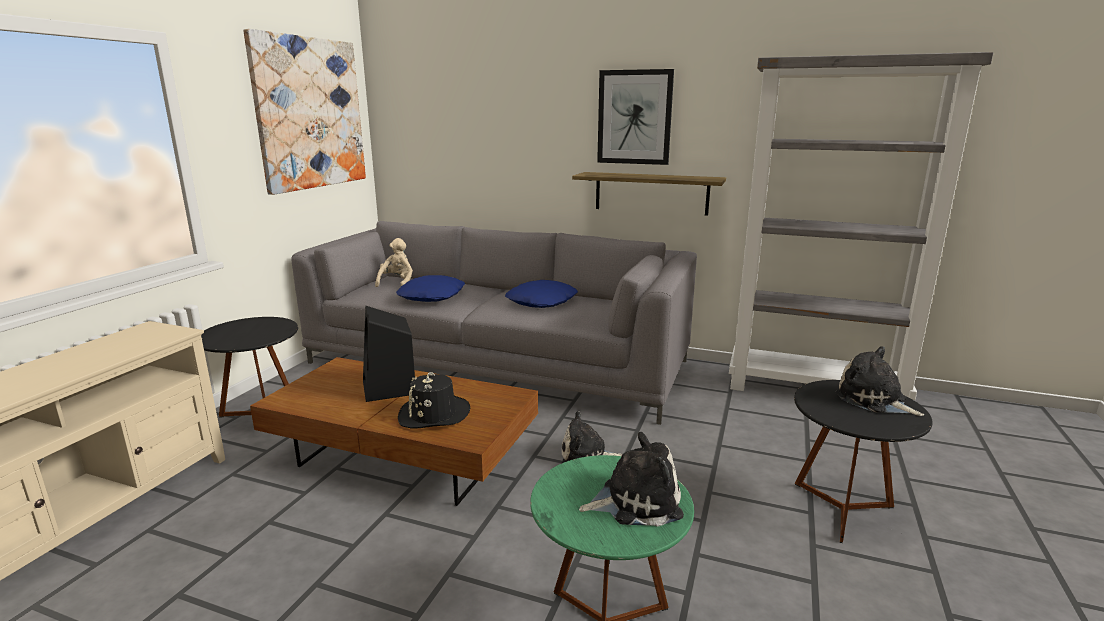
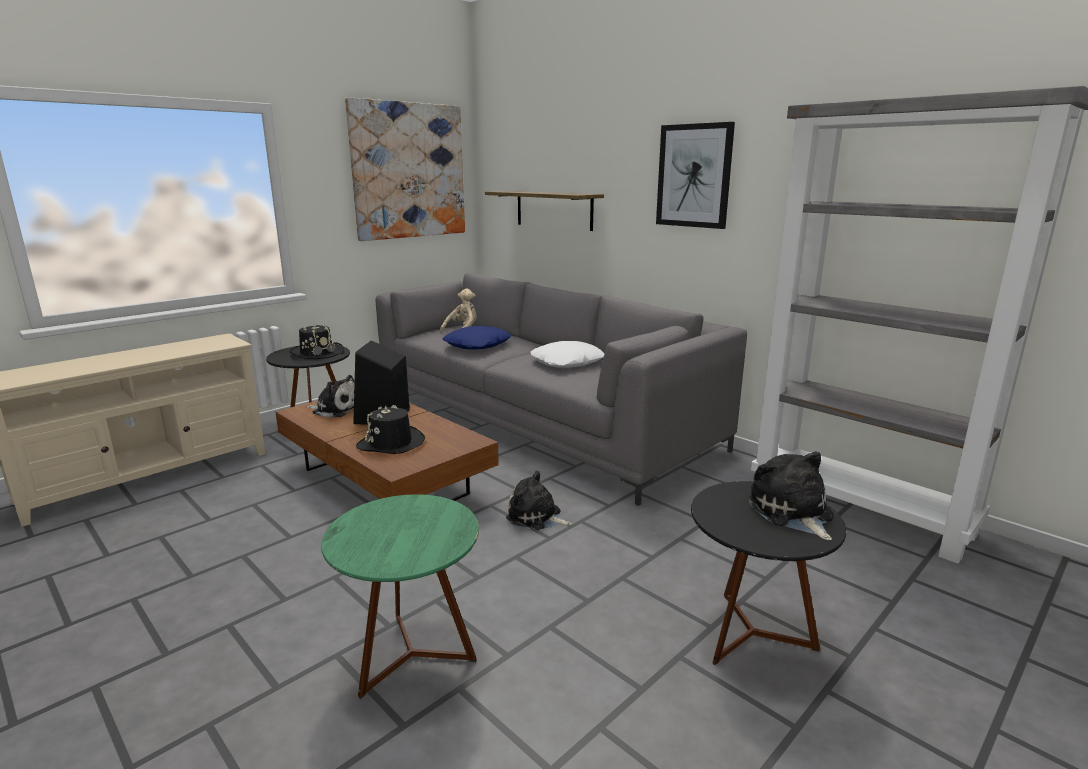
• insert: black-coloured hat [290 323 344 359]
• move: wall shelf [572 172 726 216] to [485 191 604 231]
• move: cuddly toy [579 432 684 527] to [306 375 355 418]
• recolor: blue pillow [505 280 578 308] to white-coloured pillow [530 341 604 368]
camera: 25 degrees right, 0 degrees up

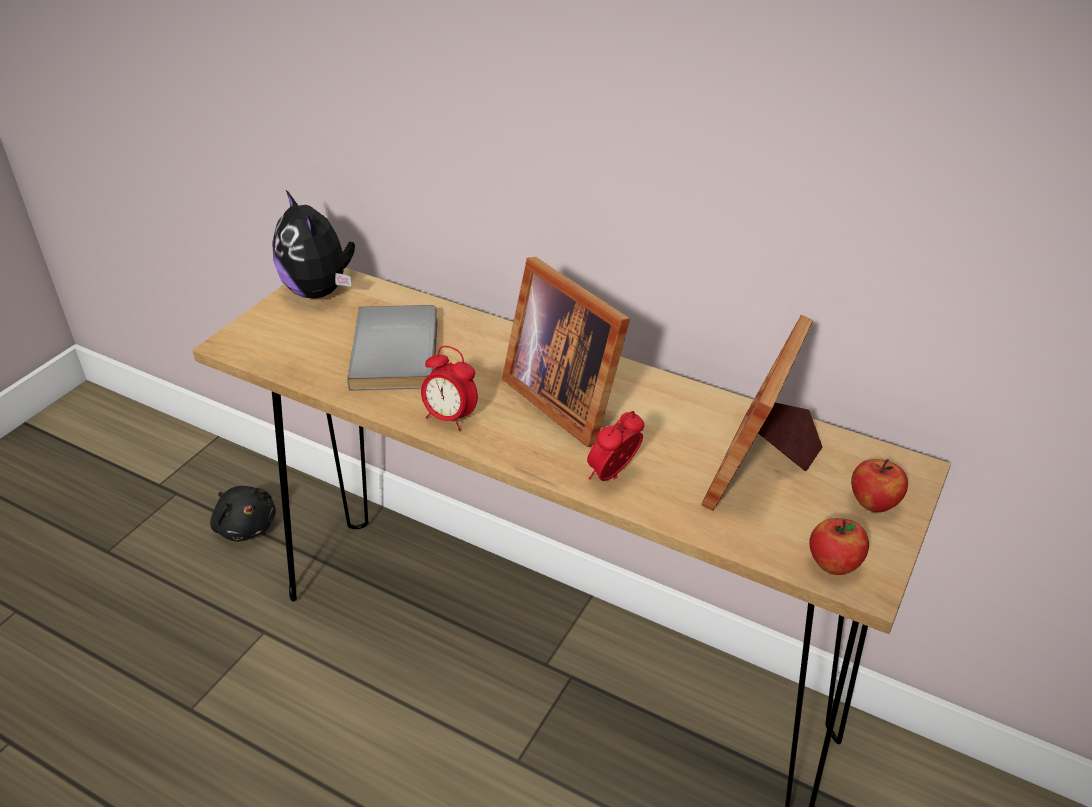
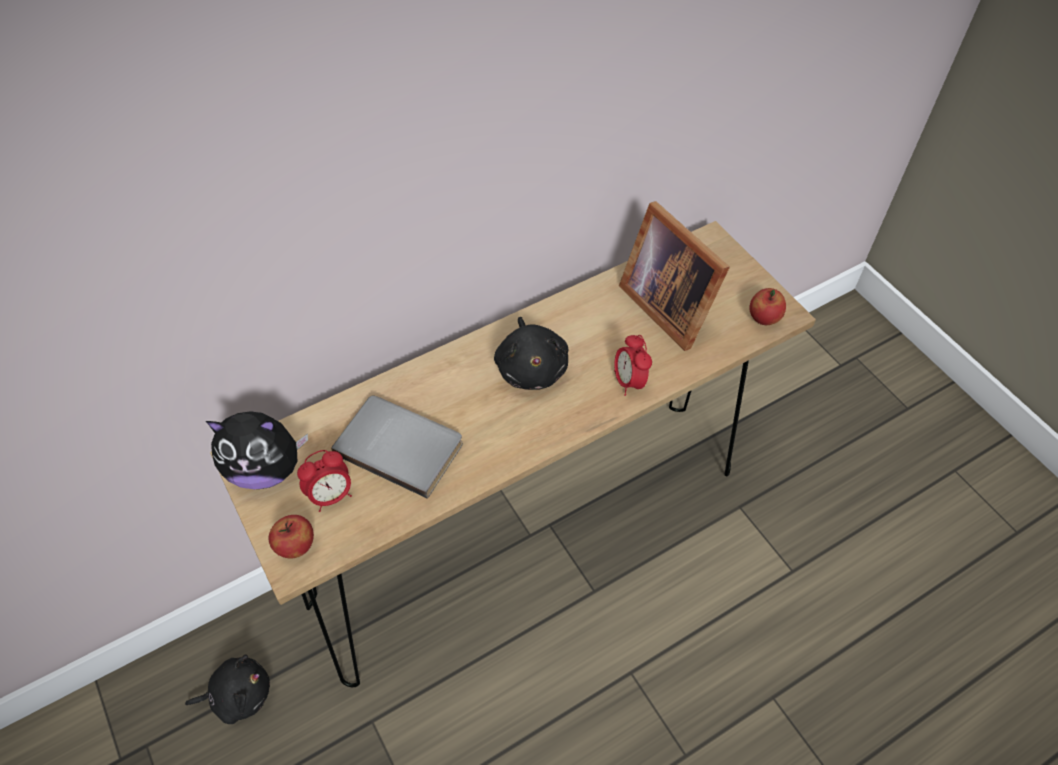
• move: table clock [421 346 478 431] to [297 450 352 512]
• move: whole apple [851 459 908 512] to [269 515 314 558]
• replace: standing frame [502 257 630 447] to black-coloured cuddly toy [494 317 568 390]
camera: 60 degrees left, 15 degrees up

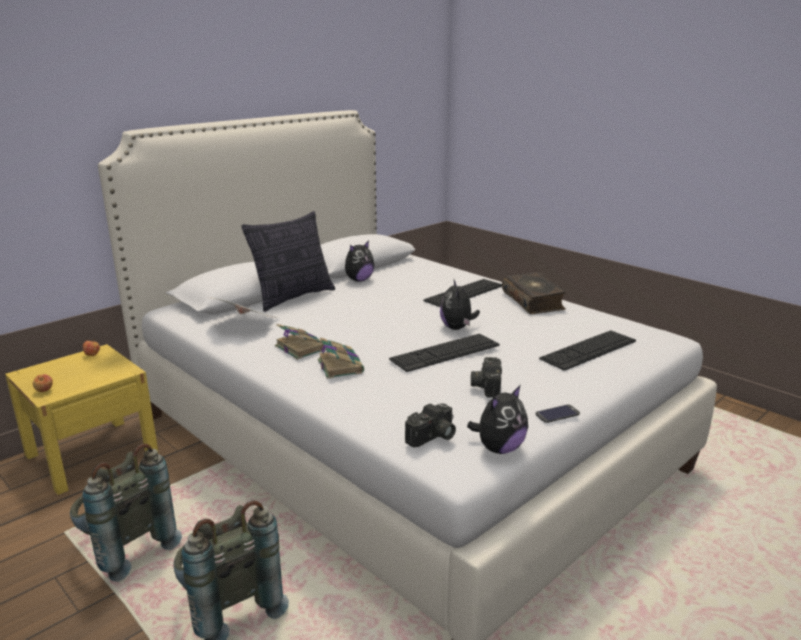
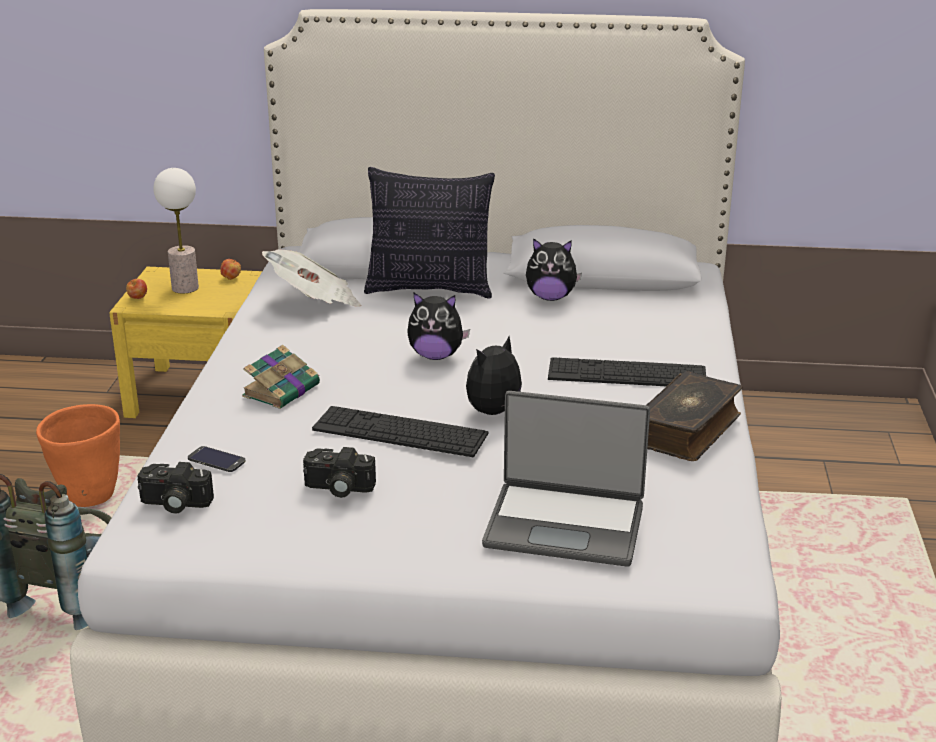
• delete: volume [275 324 326 360]
• insert: table lamp [153 168 199 293]
• move: cuddly toy [467 386 528 454] to [407 292 470 360]
• move: telephone [536 405 580 423] to [188 446 246 472]
• replace: greyish backpack [70 444 182 582] to orangey flower pot [36 404 120 507]
• replace: PC keyboard [539 330 636 371] to laptop [482 391 650 567]
• rotate: photo camera [471 357 502 398] = [303 447 376 498] 135 degrees counterclockwise
camera: 50 degrees right, 5 degrees up

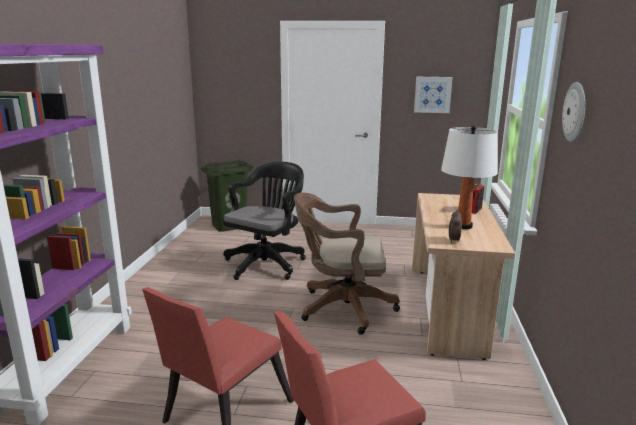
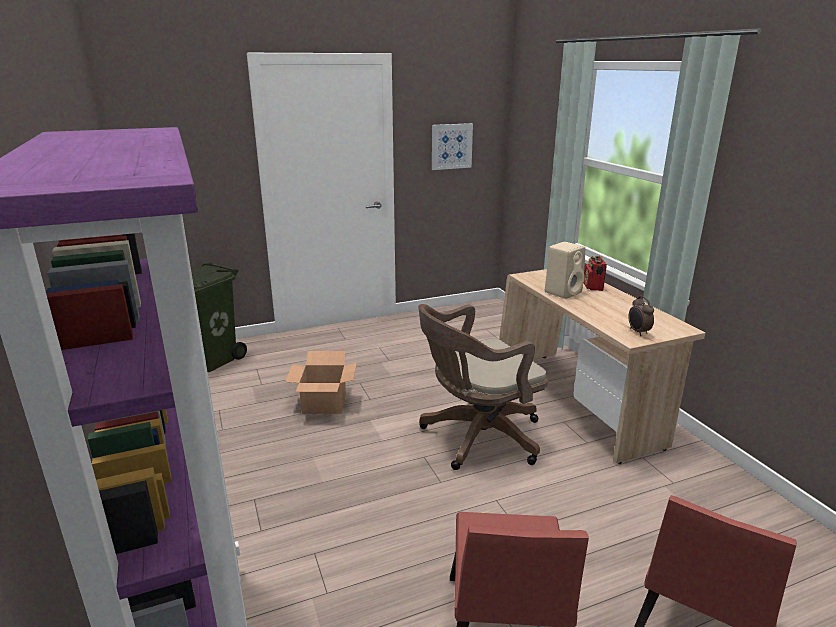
• delete: white-coloured table lamp [441 125 498 229]
• delete: clock on the wall [562 82 585 142]
• insert: sand-coloured speaker [545 242 585 299]
• replace: black-coloured computer chair [223 162 306 280] to packing box [285 351 357 414]
camera: 30 degrees left, 5 degrees up

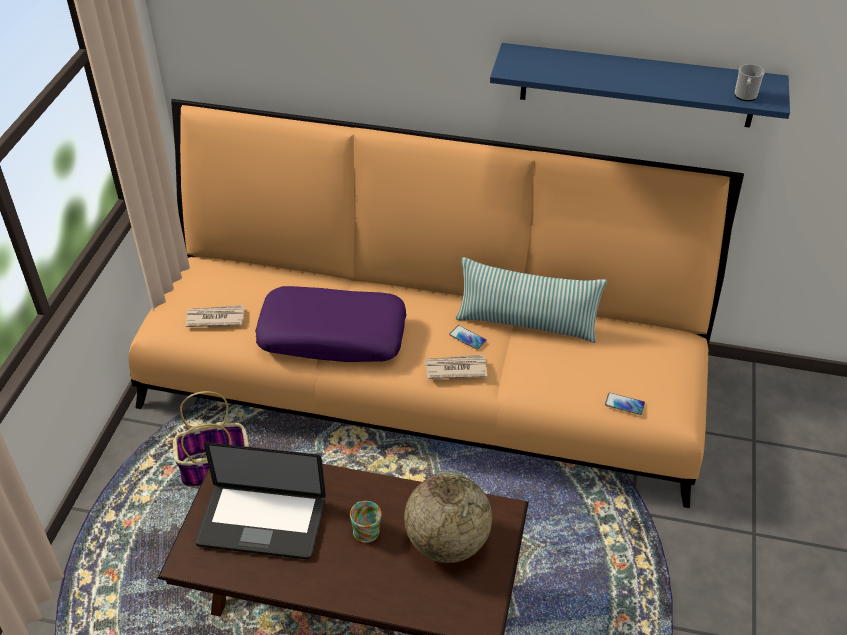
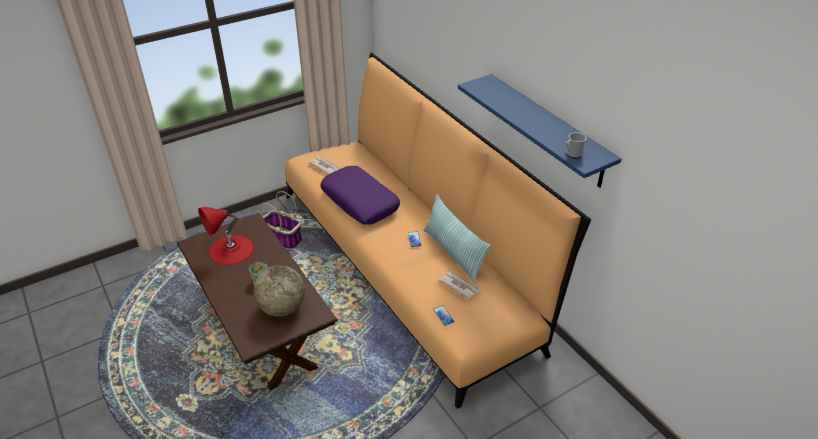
• move: printed paper [425 354 487 379] to [439 272 480 300]
• replace: laptop [195 442 326 559] to red table lamp [198 207 254 265]
camera: 45 degrees right, 5 degrees down

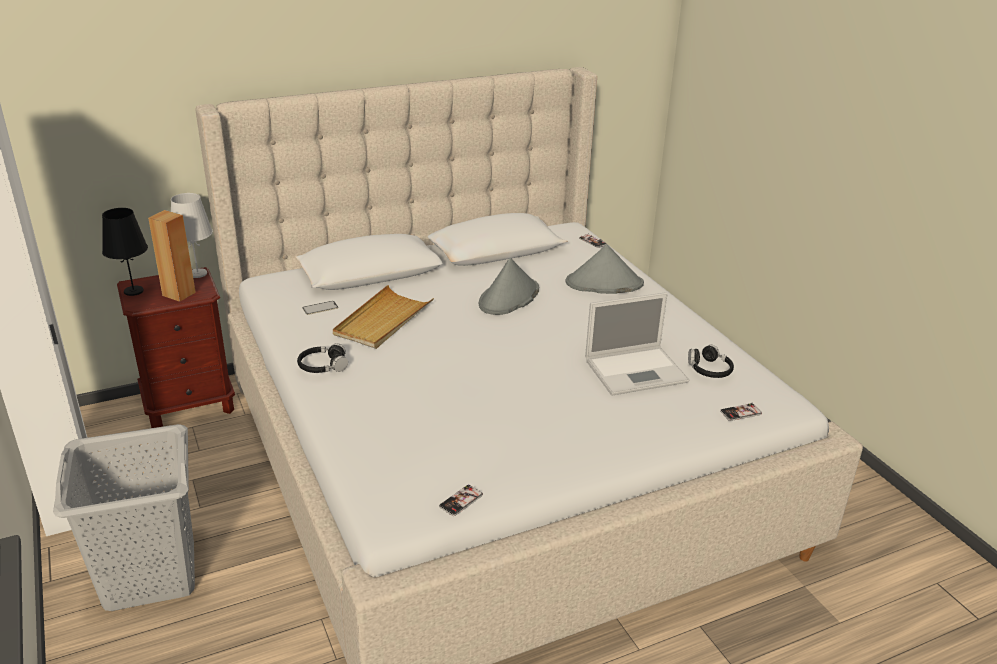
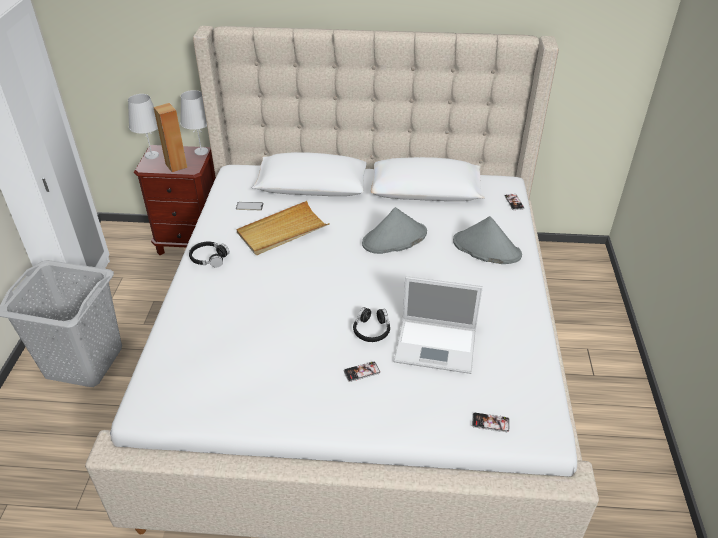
• move: telephone [439 484 483 516] to [344 361 380 382]
• move: black-coloured pair of headphones [688 345 734 378] to [353 307 390 342]
• recolor: black-coloured table lamp [102 208 148 296] to white-coloured table lamp [128 94 159 159]
camera: 30 degrees right, 10 degrees up

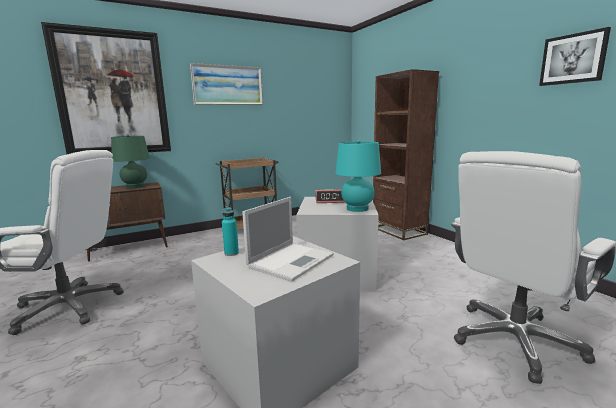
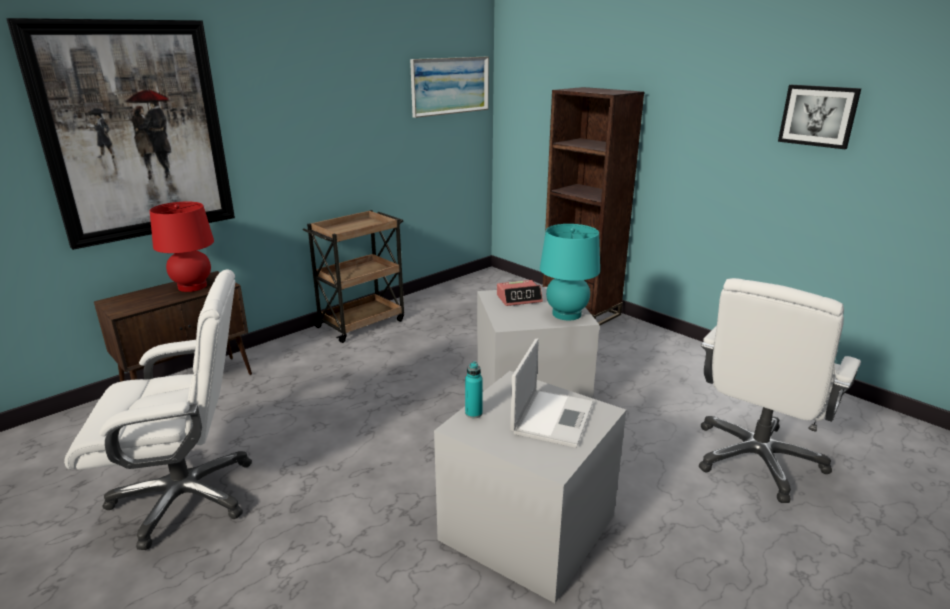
• move: wall picture [190 63 263 105] to [410 57 489 118]
• recolor: greenish table lamp [111 134 150 188] to red table lamp [150 202 214 292]
camera: 15 degrees left, 10 degrees up

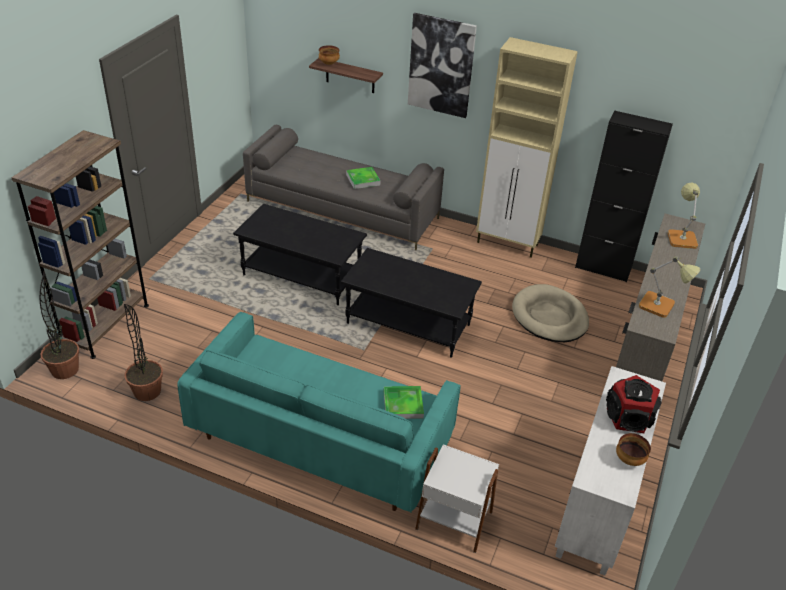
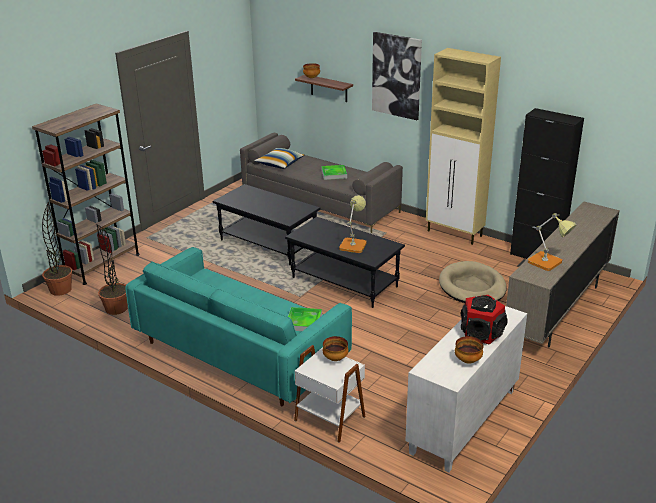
• insert: pillow [255 148 305 169]
• insert: bowl [323 336 348 361]
• move: table lamp [668 182 700 249] to [339 195 367 253]
camera: 15 degrees right, 10 degrees down

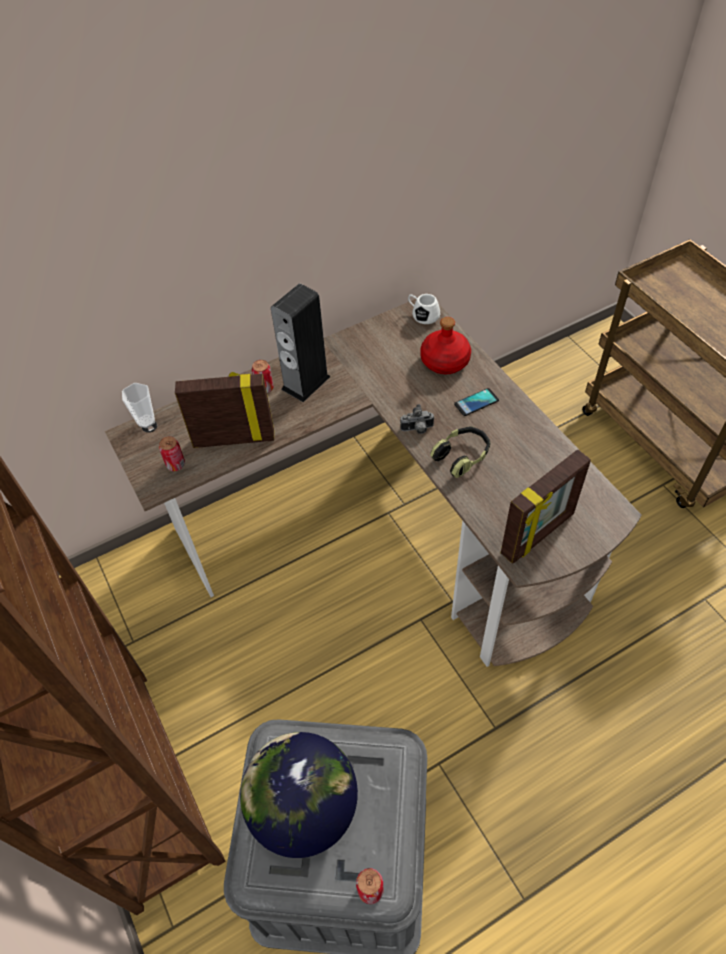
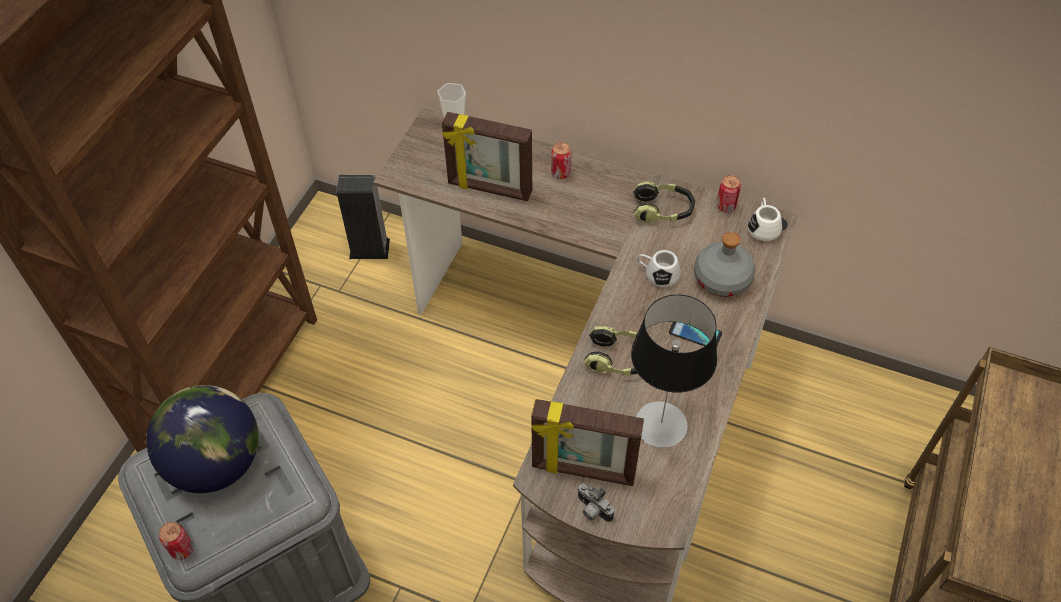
• insert: table lamp [631 294 717 448]
• insert: pair of headphones [633 181 695 223]
• insert: white-coloured mug [638 250 681 287]
• move: metal can [159 436 185 471] to [716 175 741 213]
• move: speaker [271 284 331 402] to [337 175 390 259]
• move: photo camera [400 404 435 434] to [577 483 614 522]
• recolor: red bottle [420 317 471 374] to greyish bottle [694 232 755 297]
• rotate: standing frame [175 372 274 448] = [442 112 532 201] 150 degrees clockwise
camera: 50 degrees right, 0 degrees up

